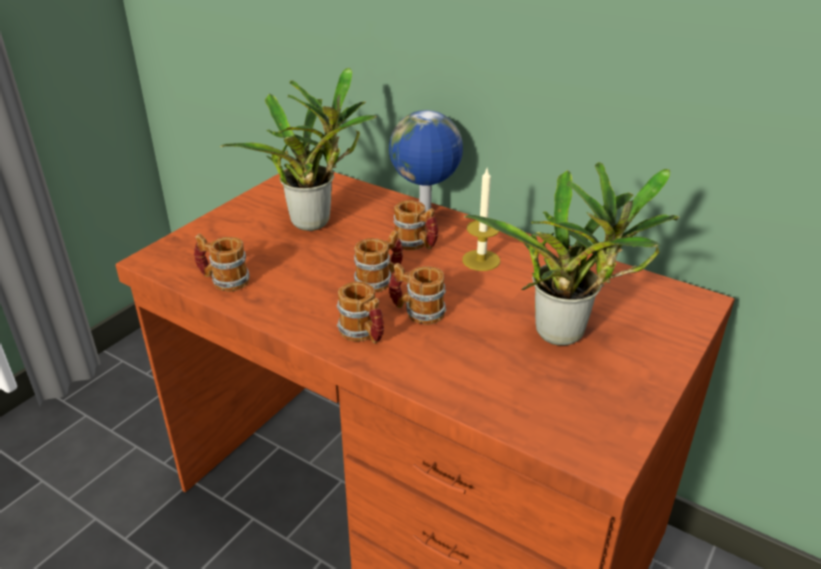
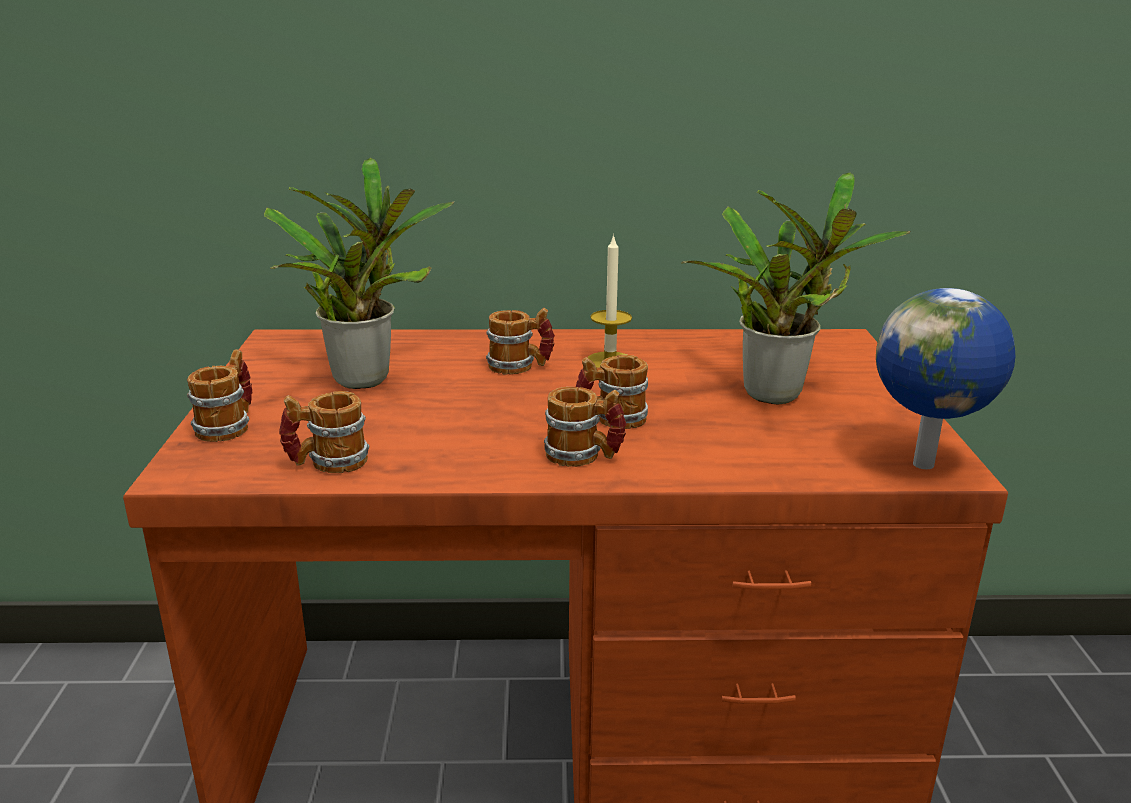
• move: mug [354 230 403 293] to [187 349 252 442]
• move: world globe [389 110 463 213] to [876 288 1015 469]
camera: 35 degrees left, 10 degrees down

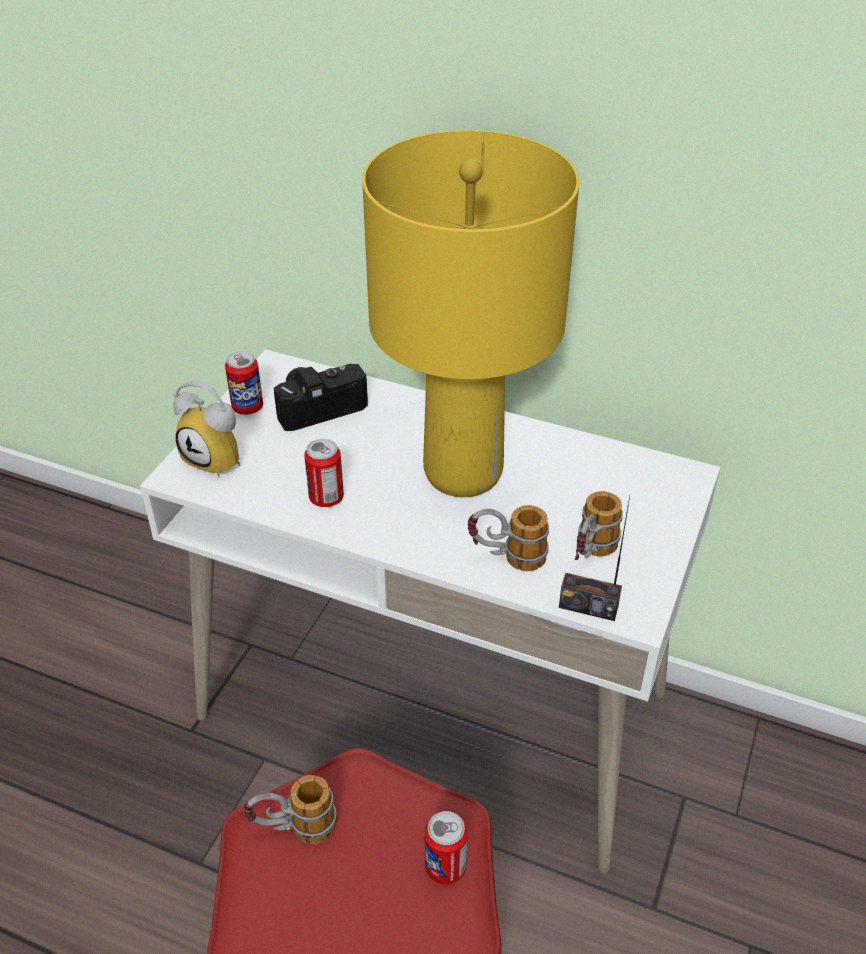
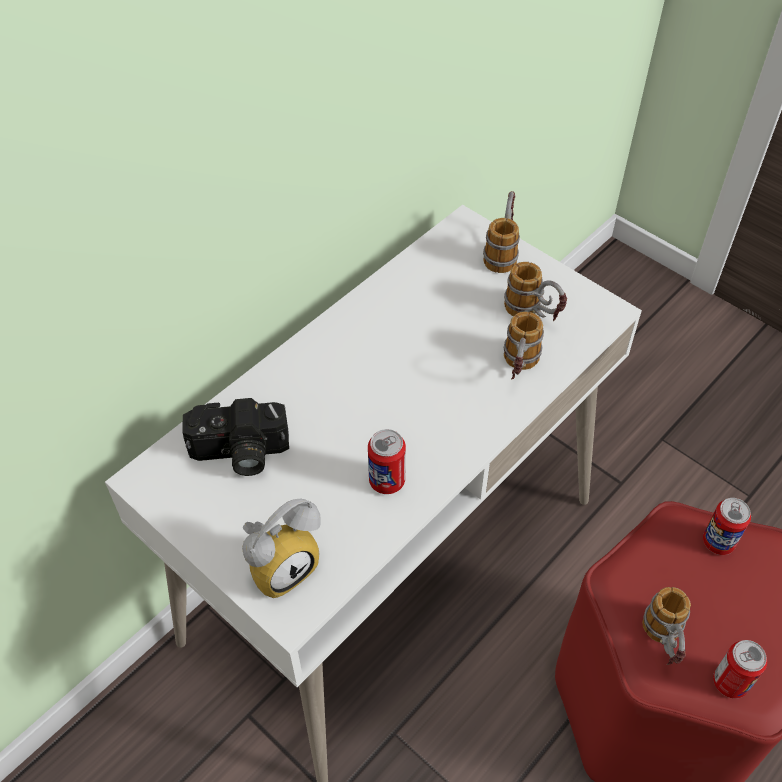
• delete: yellow-coloured table lamp [362 130 579 497]
• delete: radio receiver [559 496 630 621]
• insert: mug [483 191 520 273]
• move: metal can [225 351 263 415] to [713 640 767 699]
• rotate: photo camera [274 364 368 431] = [182 398 289 476] 90 degrees counterclockwise
camera: 70 degrees left, 10 degrees up

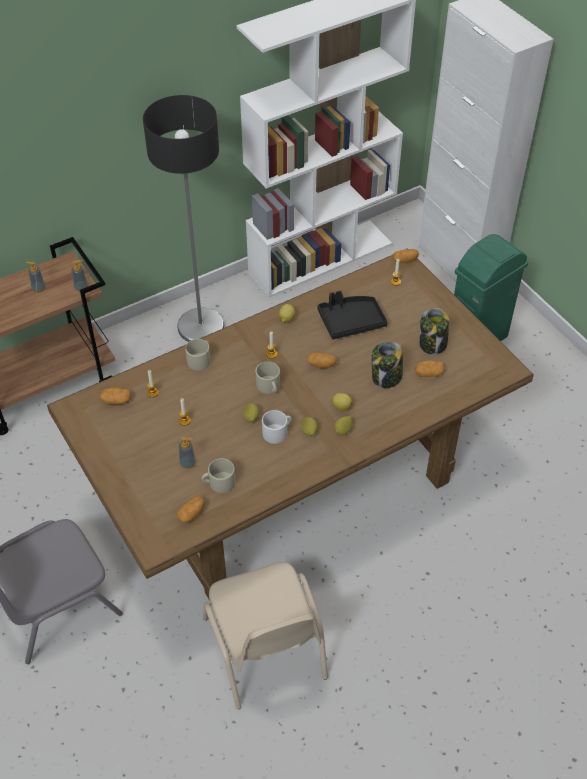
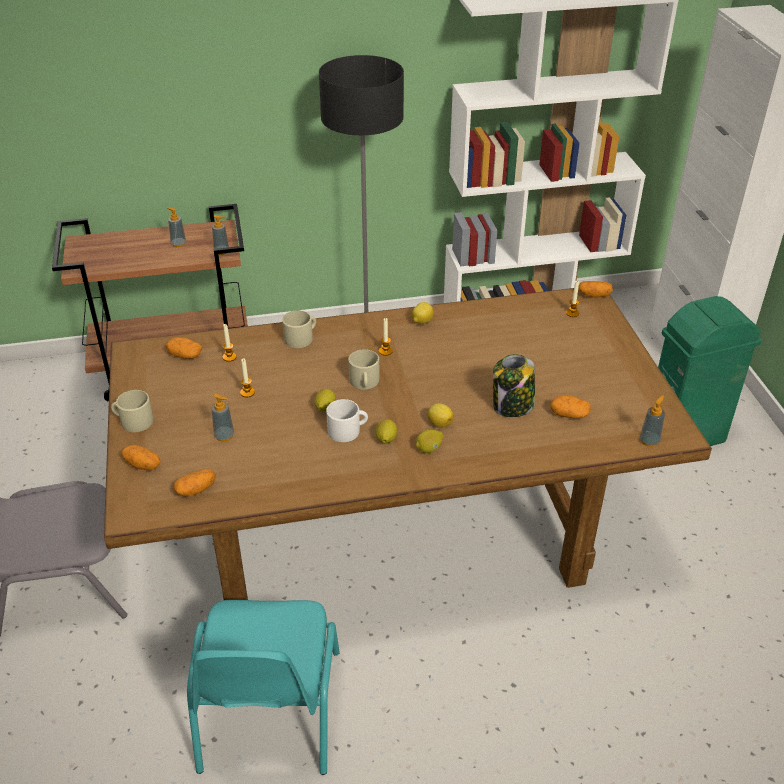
• delete: black-coloured tray [317 291 388 339]
• delete: storage jar [419 308 449 355]
• insert: soap dispenser [640 395 665 447]
• move: sand-coloured mug [202 458 235 493] to [111 390 153 432]
• move: whole potato [307 353 337 368] to [121 445 160 470]
• recolor: sand-coloured upright chair [203 562 328 709] to blue-green upright chair [187 600 340 775]
camera: 20 degrees right, 10 degrees down

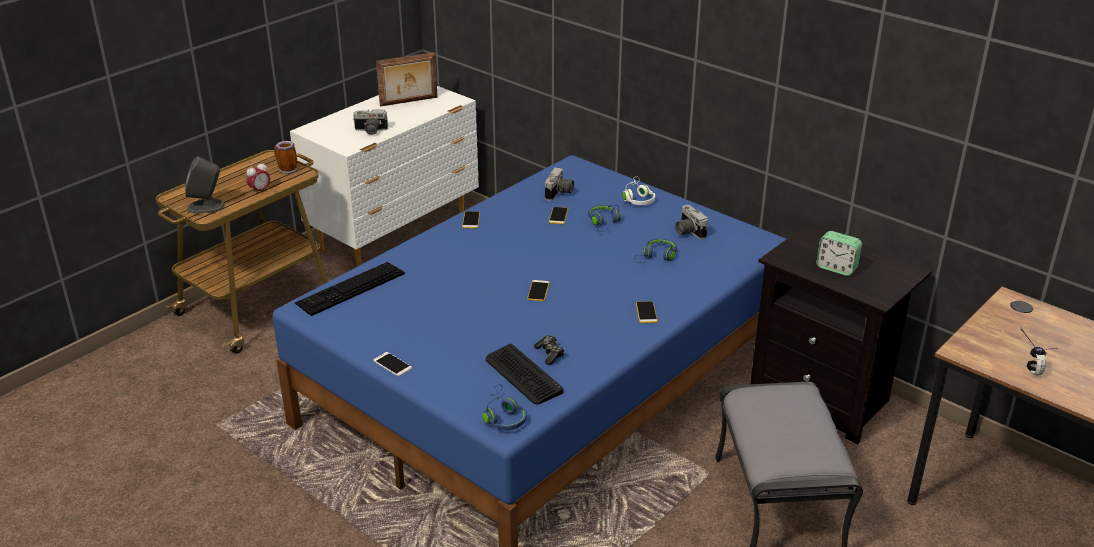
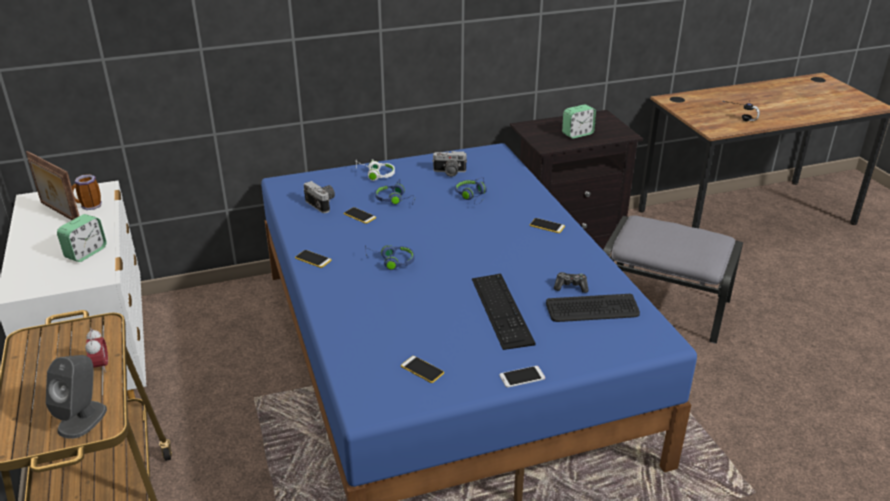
• move: mug [274 141 298 174] to [72 174 102 210]
• move: PC keyboard [295 262 405 316] to [472 274 536 350]
• move: blue pair of headphones [483 384 527 431] to [365 245 414 270]
• move: telephone [527 280 550 301] to [401 356 444 383]
• replace: photo camera [353 109 388 135] to table clock [57 214 107 262]
• rotate: standing frame [376 52 438 107] = [26 151 79 220] 120 degrees clockwise
camera: 60 degrees left, 0 degrees up

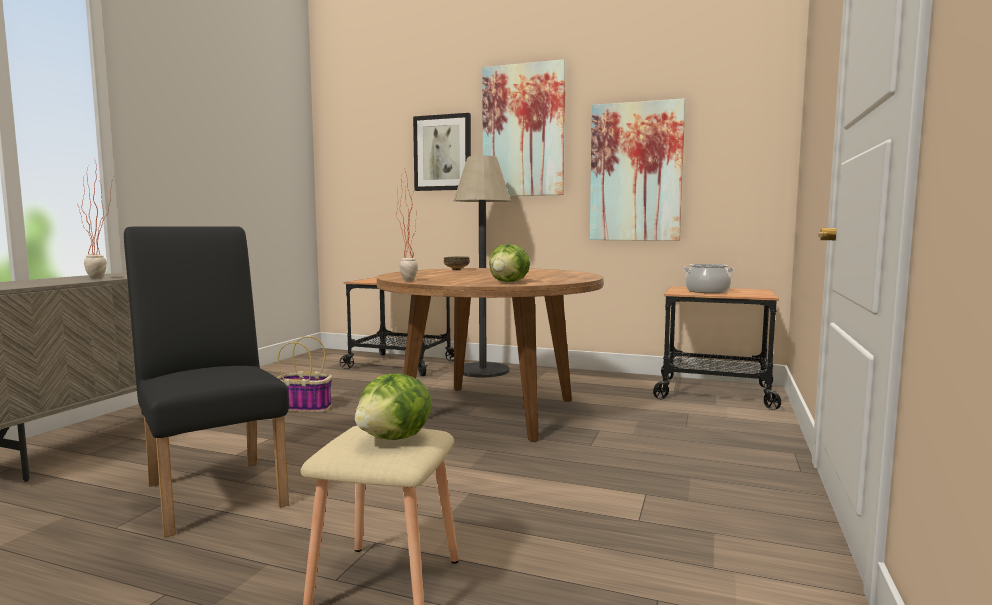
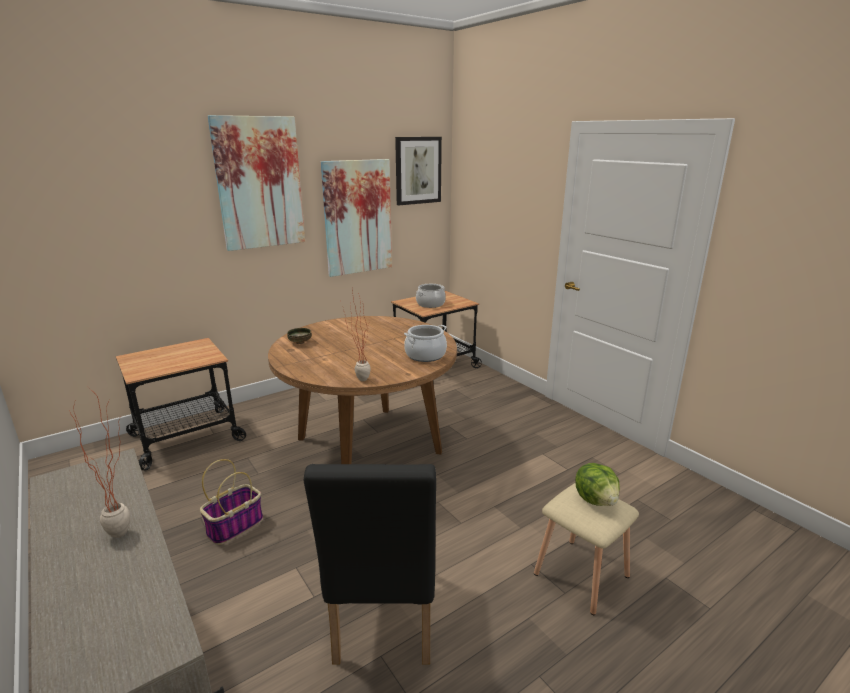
• delete: floor lamp [454 156 511 377]
• move: wall picture [413 113 471 191] to [395 137 442 205]
• replace: head of lettuce [489 244 530 282] to stockpot [404 325 447 362]
• rotate: black-coloured upright chair [124 227 289 538] = [304 464 436 665] 90 degrees counterclockwise
camera: 55 degrees left, 15 degrees up

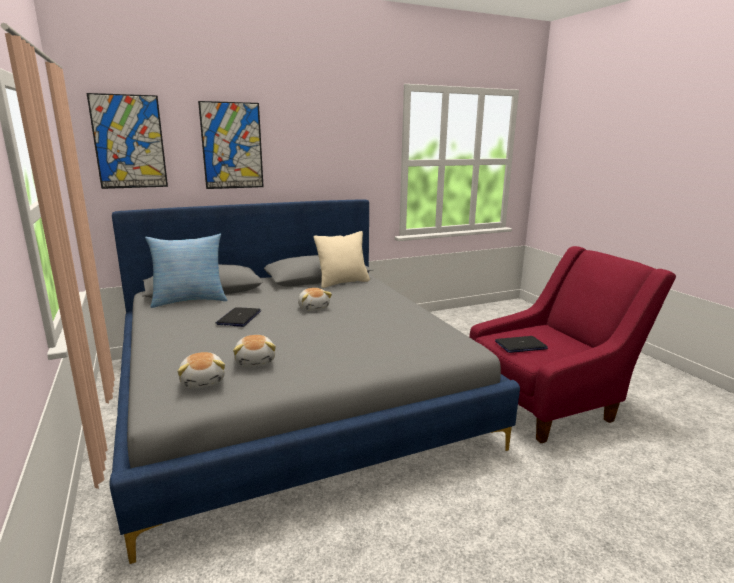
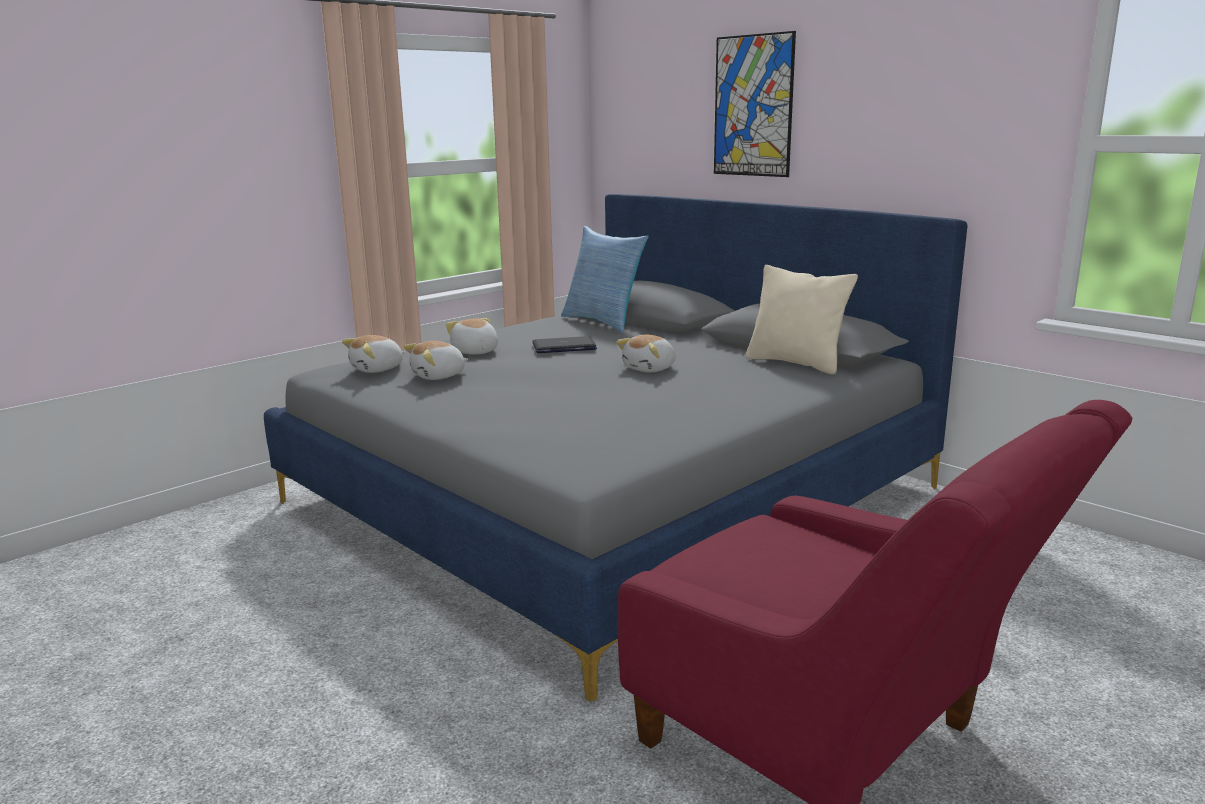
• delete: wall picture [87 93 168 189]
• delete: laptop [495 336 548 353]
• insert: cuddly toy [446 318 498 355]
camera: 70 degrees right, 0 degrees up

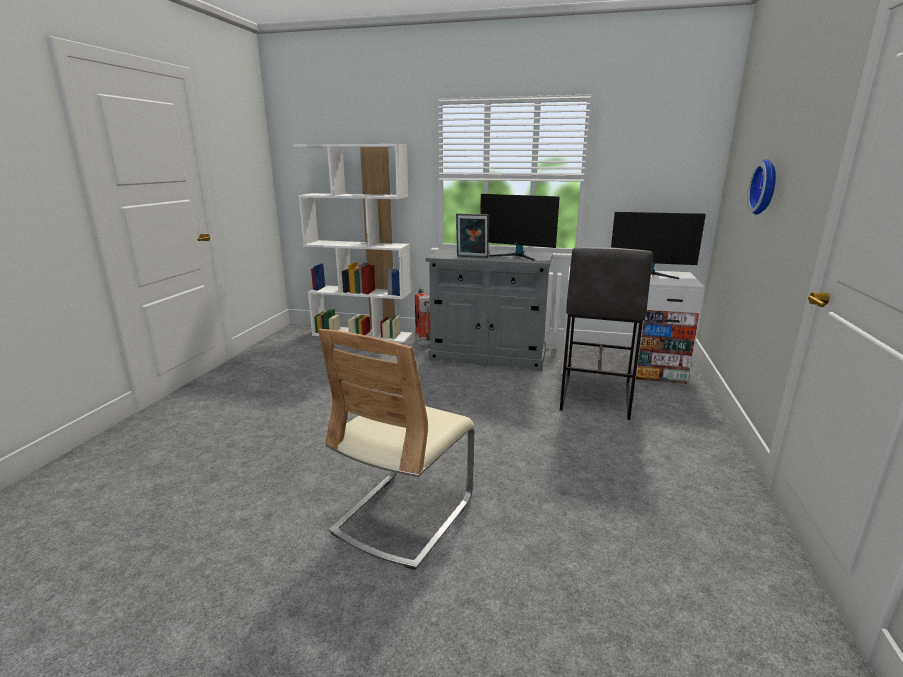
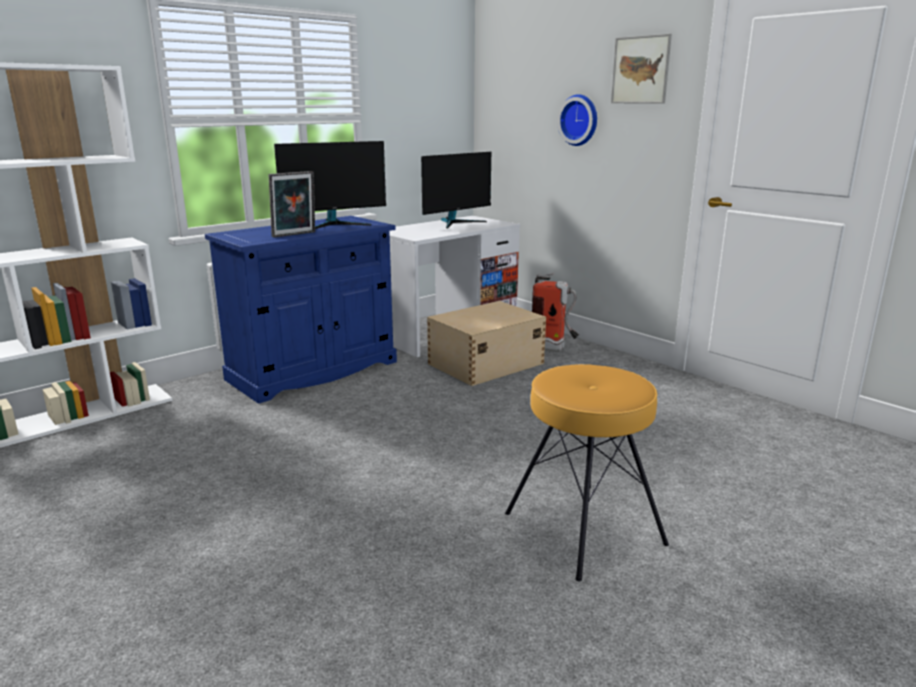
• insert: wall picture [611 34 672 104]
• move: fire extinguisher [415 287 430 347] to [532 273 579 351]
• replace: sand-coloured upright chair [318 329 475 570] to brownish stool [505 364 669 582]
• replace: greyish stool [560 247 653 420] to sand-coloured storage bin [427 301 546 386]
• recolor: greyish cabinet [425 248 553 371] to blue cabinet [205 216 397 403]
camera: 55 degrees left, 0 degrees up

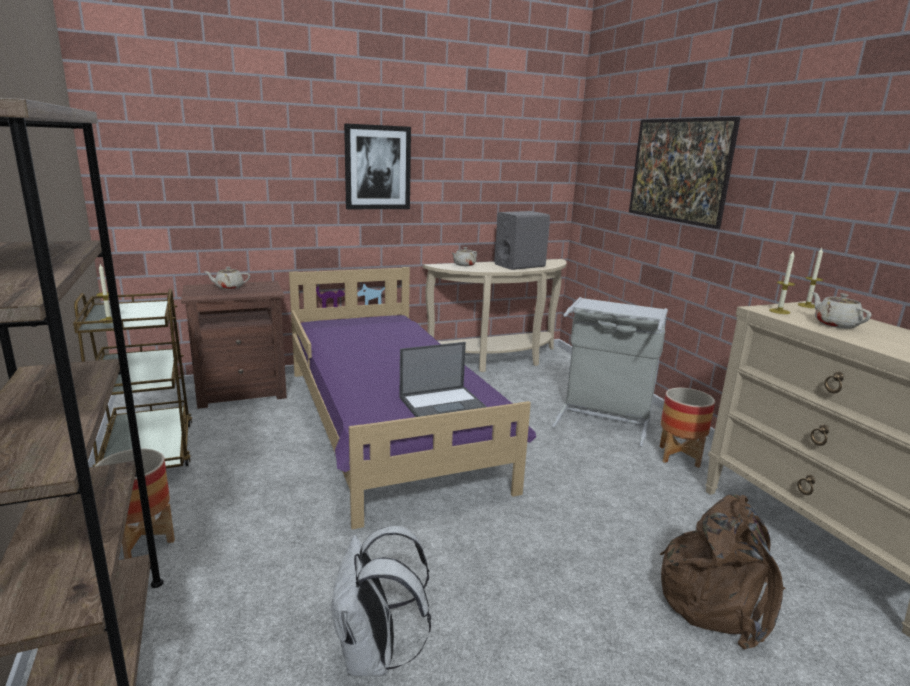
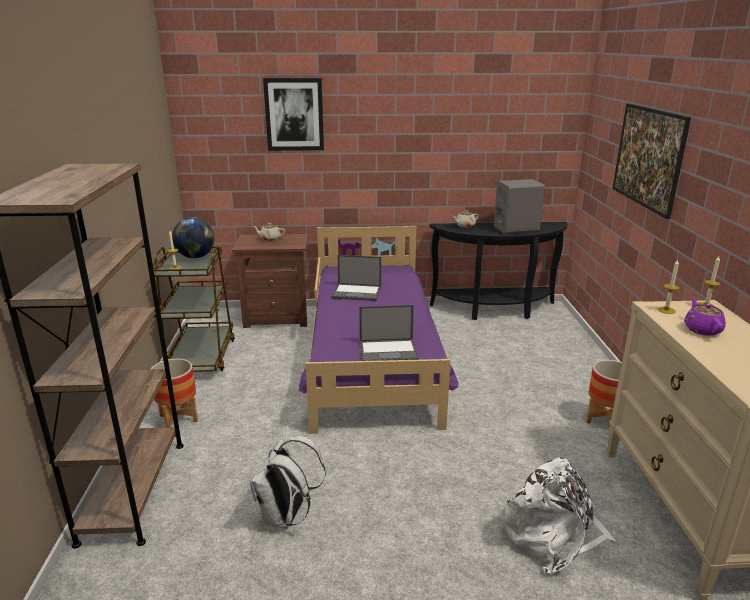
• delete: greyish laundry basket [552 297 668 447]
• insert: world globe [172 217 215 258]
• insert: laptop [331 255 381 301]
• move: wall picture [344 123 411 209] to [263 78 324 151]
• recolor: sand-coloured hall table [423 259 567 372] to black-coloured hall table [430 222 567 320]
• recolor: brownish backpack [660 494 785 649] to white-coloured backpack [505 457 616 573]
• recolor: sand-coloured pot for tea [812 292 872 329] to purplish pot for tea [684 297 726 336]
camera: 20 degrees right, 5 degrees up

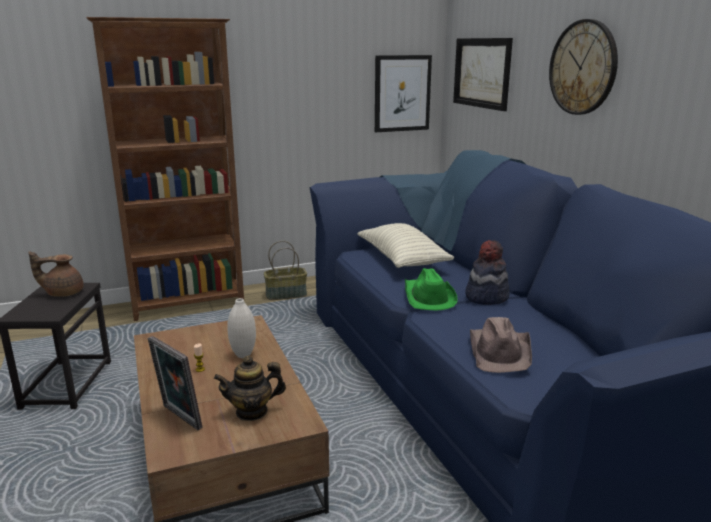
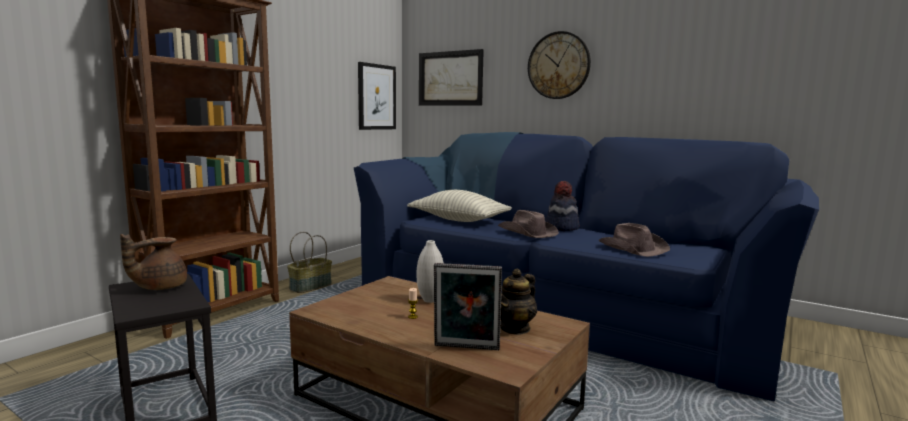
• recolor: greenish hat [405 268 458 310] to brownish hat [498 210 559 238]
camera: 35 degrees left, 10 degrees down

